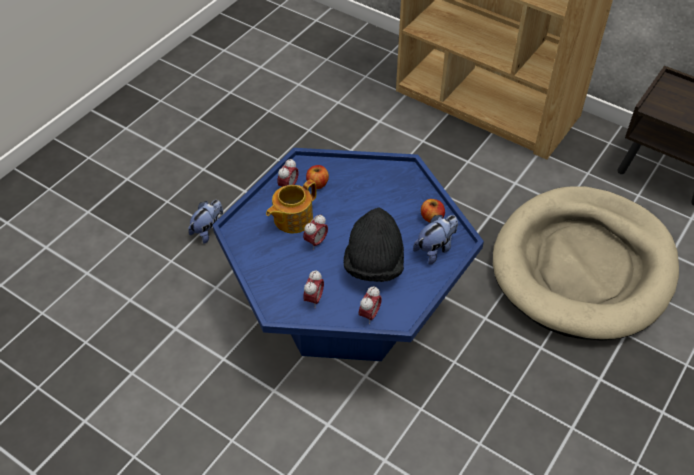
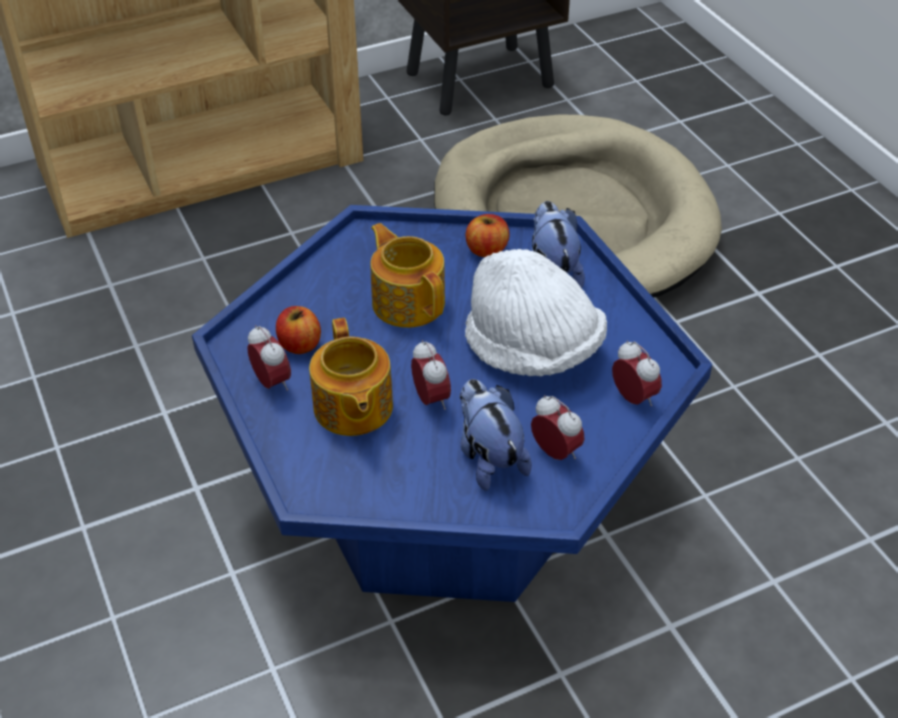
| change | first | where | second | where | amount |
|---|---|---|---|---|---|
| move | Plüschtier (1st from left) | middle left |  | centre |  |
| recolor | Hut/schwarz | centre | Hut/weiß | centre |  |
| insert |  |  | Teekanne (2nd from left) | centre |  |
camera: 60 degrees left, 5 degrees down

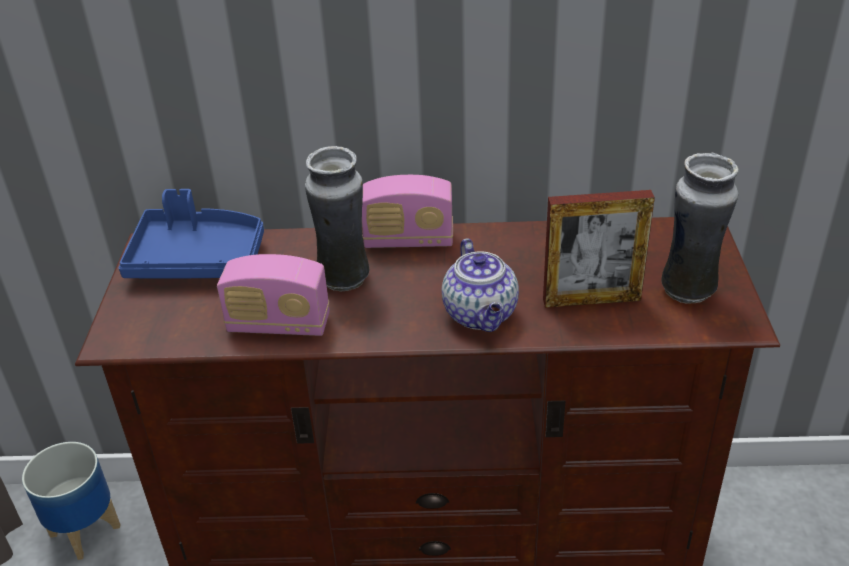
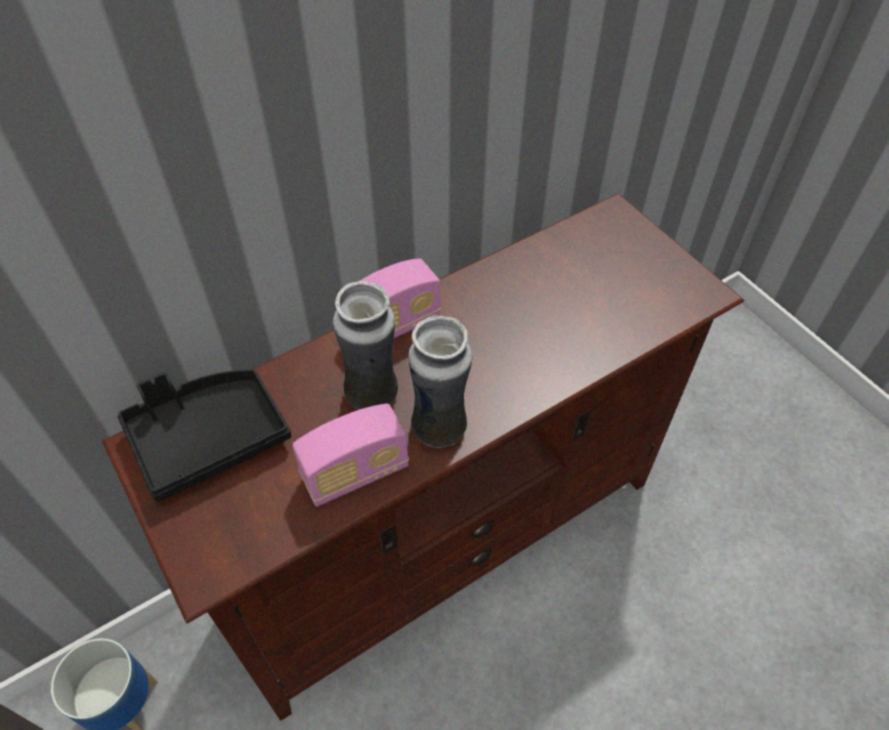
| change | first | where | second | where | amount |
|---|---|---|---|---|---|
| recolor | Tablett/blau | middle left | Tablett/schwarz | middle left |  |
| delete | Teekanne | centre |  |  |  |
| delete | Bilderrahmen | middle right |  |  |  |
| move | Vase (2nd from left) | middle right |  | centre |  |
camera: 35 degrees left, 15 degrees up

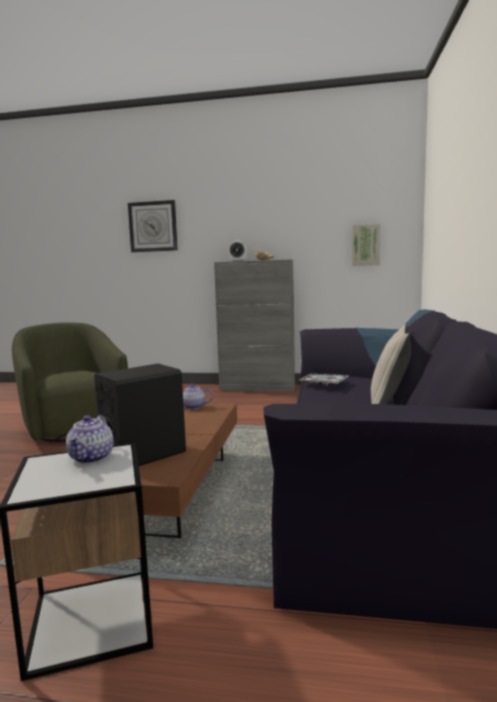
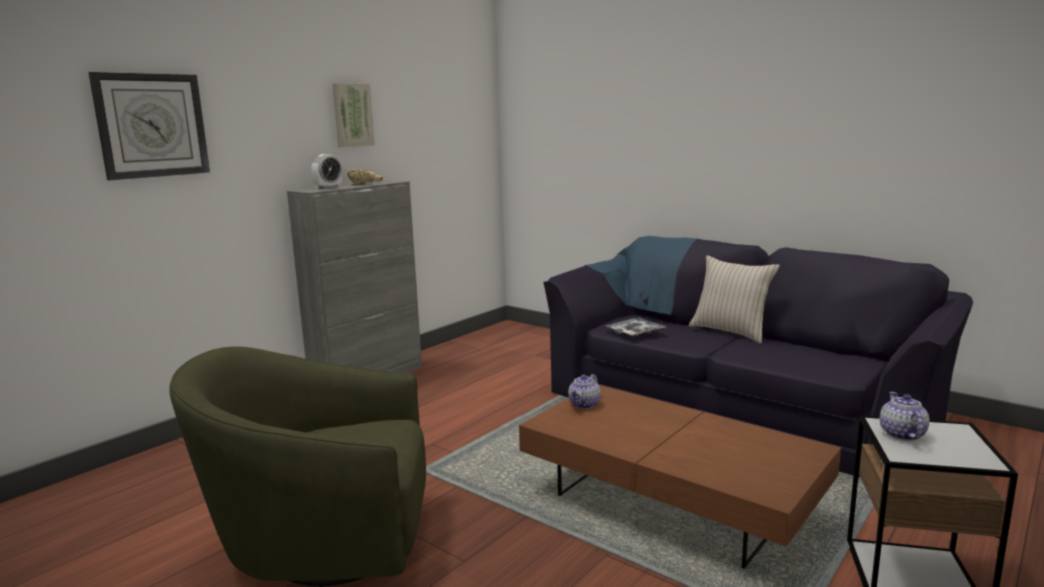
| change | first | where | second | where | amount |
|---|---|---|---|---|---|
| rotate | Teekanne (1st from left in the first image) | middle left | Teekanne (2nd from left) | bottom right | 120 degrees counterclockwise |
| delete | Lautsprecher/schwarz | middle left |  |  |  |
| move | Bild | middle right |  | top centre |  |
camera: 60 degrees left, 5 degrees up

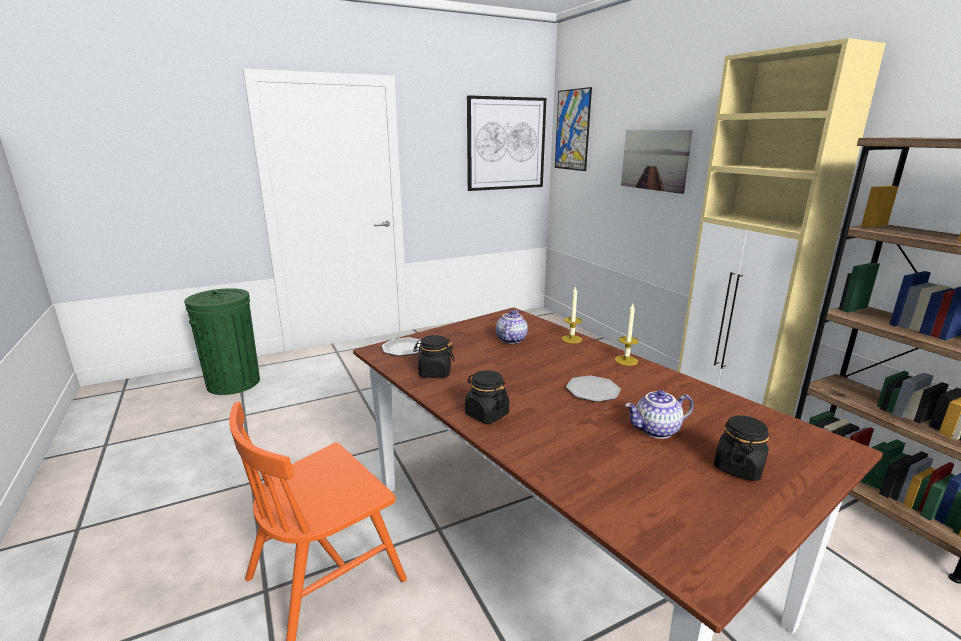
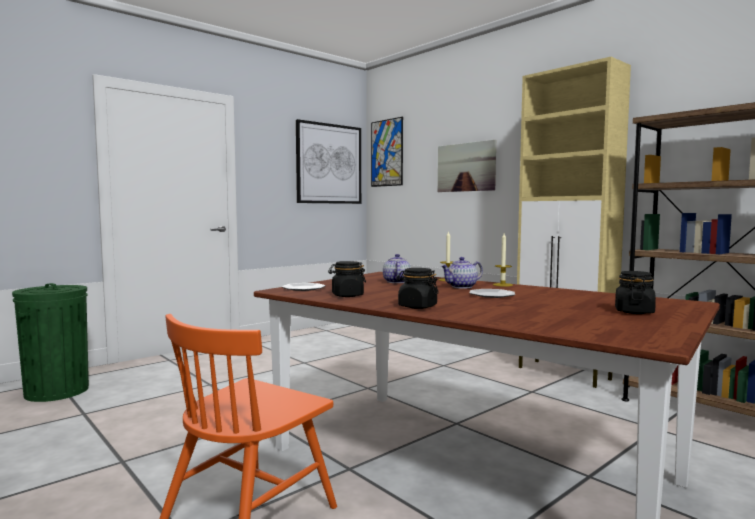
| change | first | where | second | where | amount |
|---|---|---|---|---|---|
| move | Teekanne (2nd from left) | middle right |  | centre |  |
camera: 15 degrees left, 15 degrees down

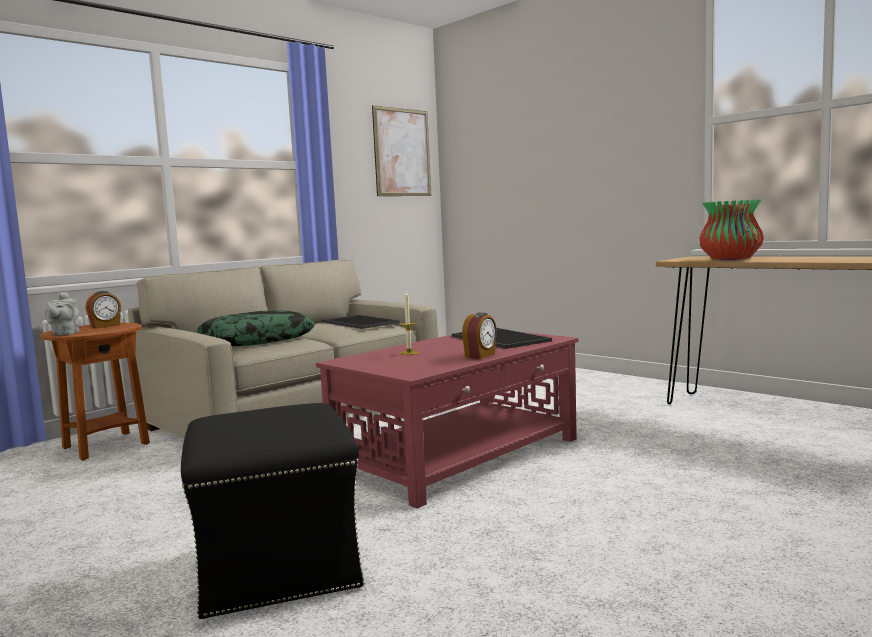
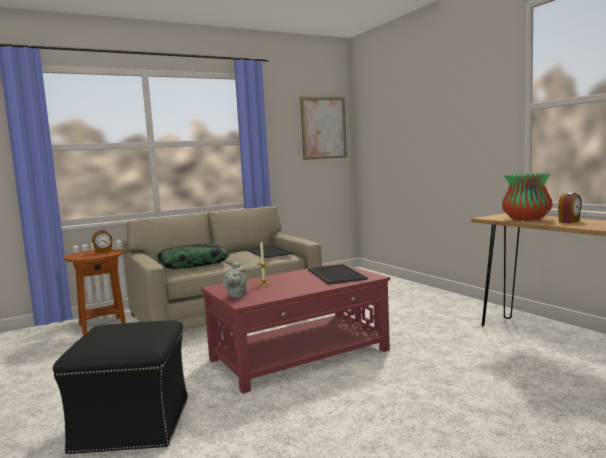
| change | first | where | second | where | amount |
|---|---|---|---|---|---|
| move | Teekanne/grau | middle left |  | centre |  |
| move | Wecker (2nd from left) | centre |  | middle right |  |
camera: 15 degrees right, 0 degrees up

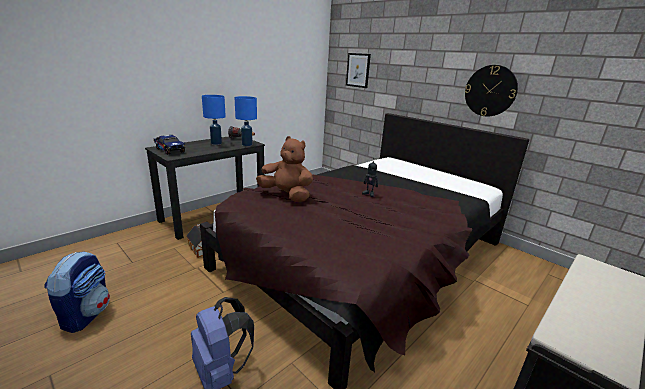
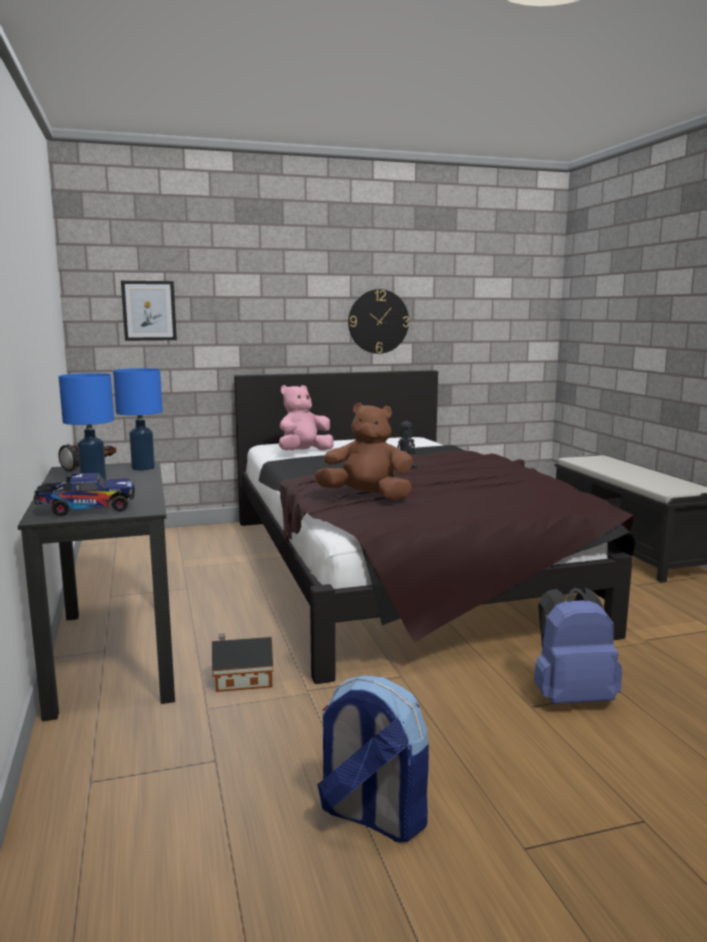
| change | first | where | second | where | amount |
|---|---|---|---|---|---|
| rotate | Plüschtier/braun | centre |  | centre | 45 degrees clockwise |
| insert |  |  | Plüschtier/rosa | centre |  |
camera: 60 degrees left, 10 degrees down

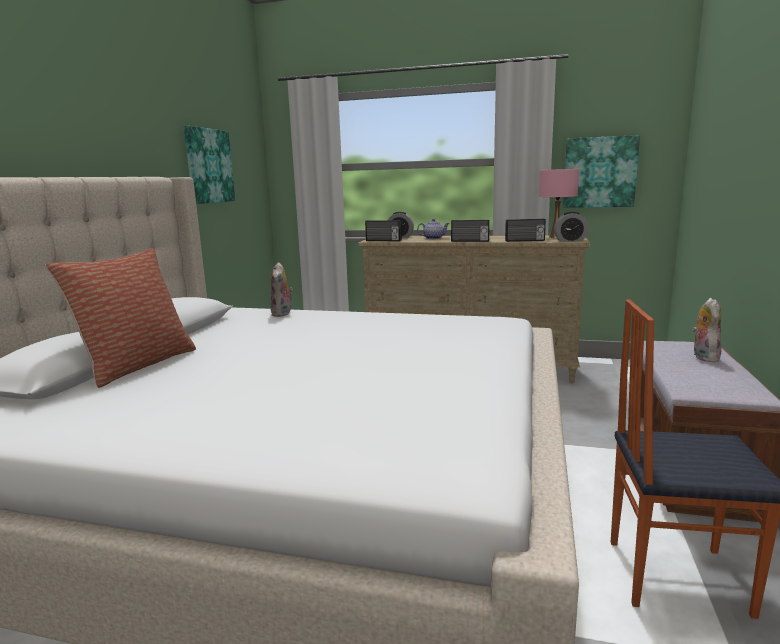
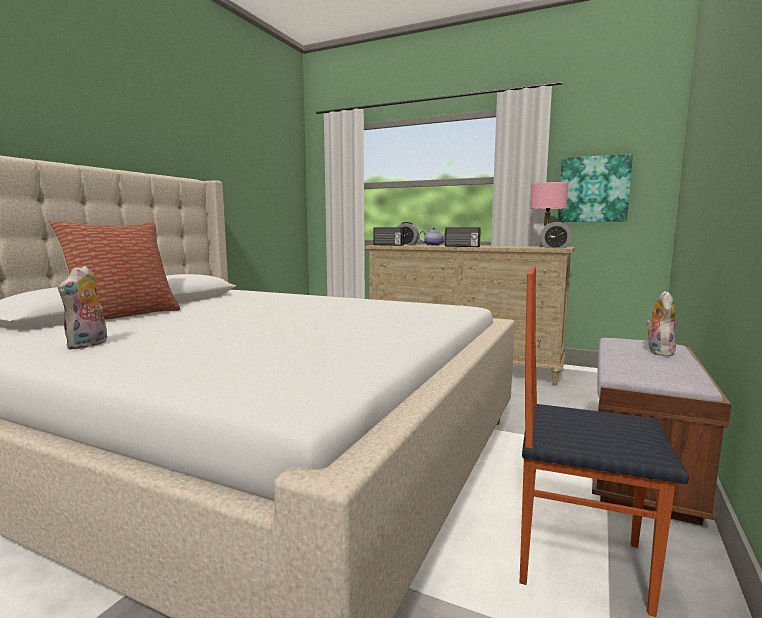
| change | first | where | second | where | amount |
|---|---|---|---|---|---|
| delete | Bild (1st from left) | top left |  |  |  |
| move | Plüschtier (1st from left) | centre |  | middle left |  |
| delete | Radio (3rd from left) | middle right |  |  |  |
camera: 10 degrees right, 5 degrees down

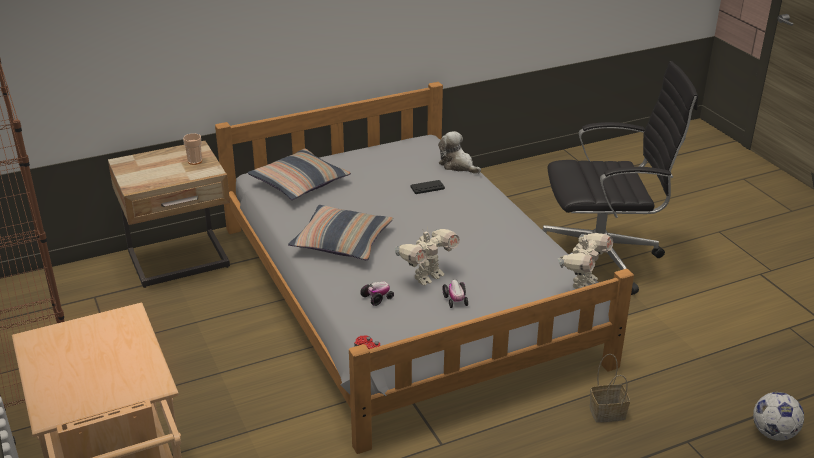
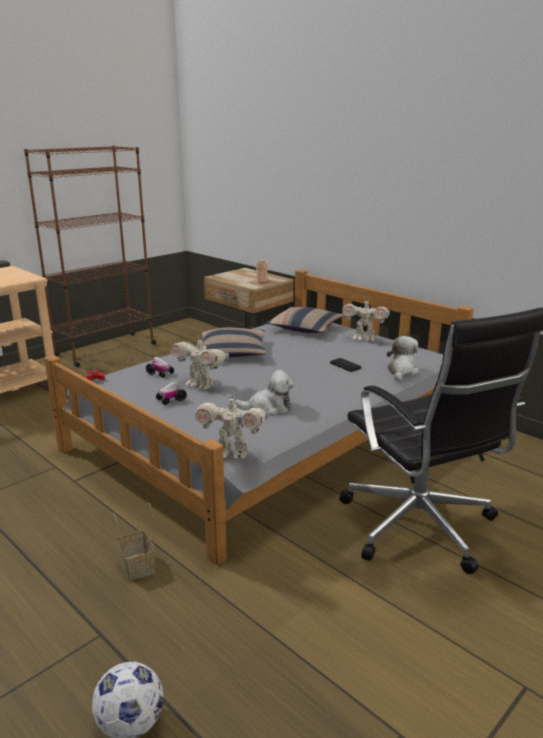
| change | first | where | second | where | amount |
|---|---|---|---|---|---|
| insert |  |  | Plüschtier (1st from left) | centre |  |
| insert |  |  | Spielzeugroboter (3rd from left) | middle right |  |
camera: 70 degrees right, 10 degrees down

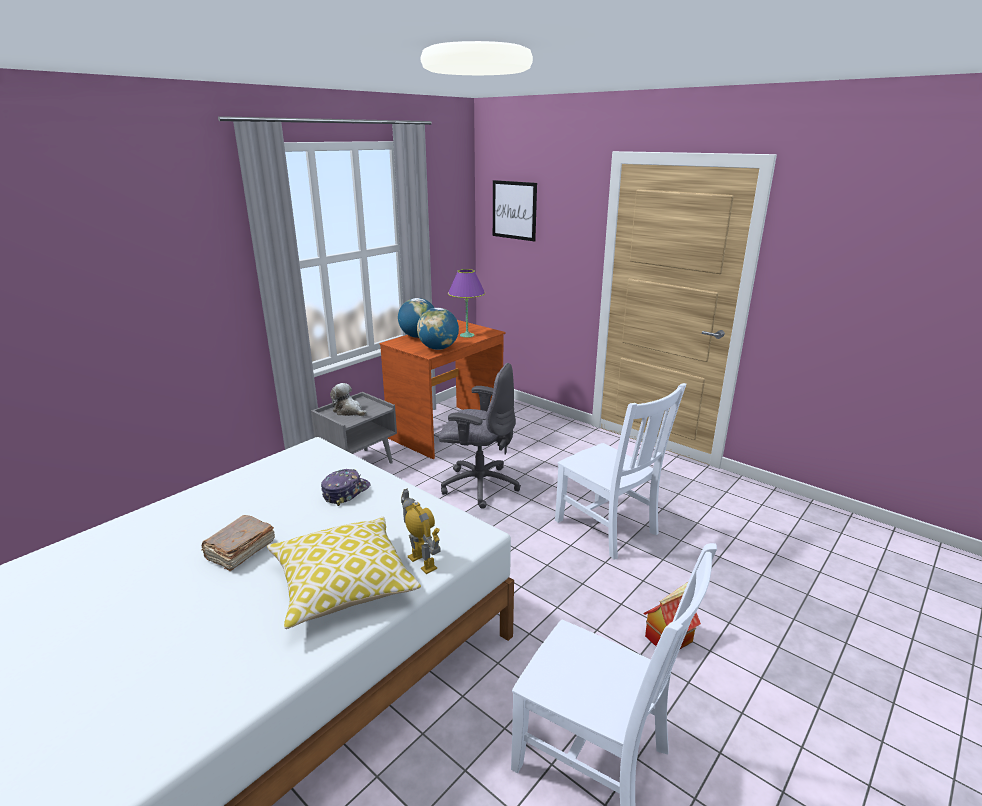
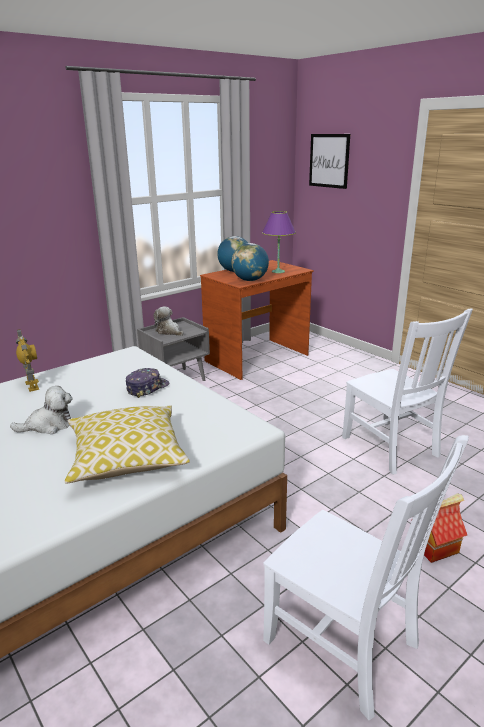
| change | first | where | second | where | amount |
|---|---|---|---|---|---|
| replace | Buch/braun | bottom left | Plüschtier (1st from left) | middle left |  |
| move | Spielzeugroboter | centre |  | middle left |  |
| delete | Bürostuhl/grau | centre |  |  |  |
camera: 10 degrees right, 0 degrees up

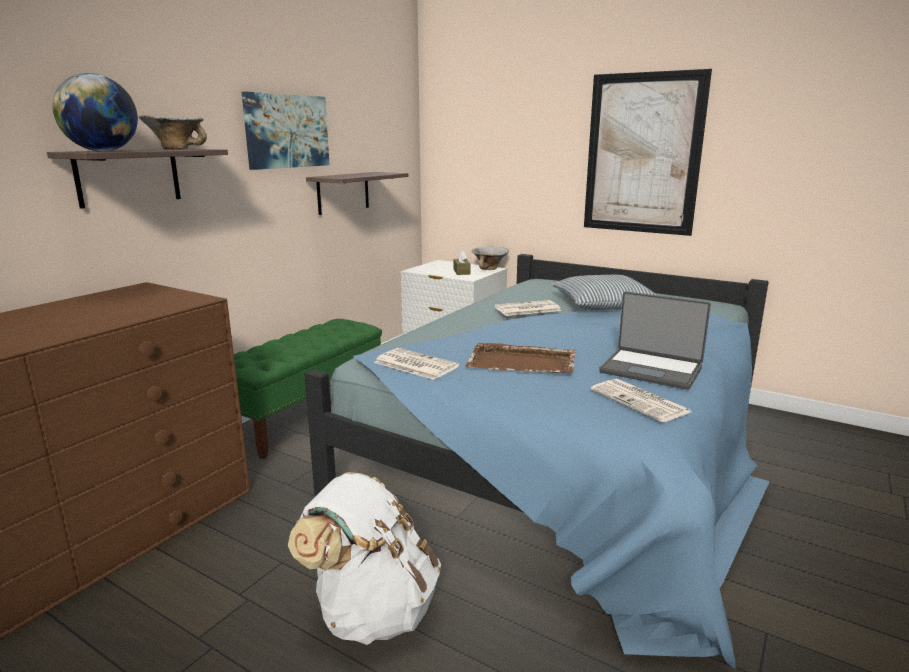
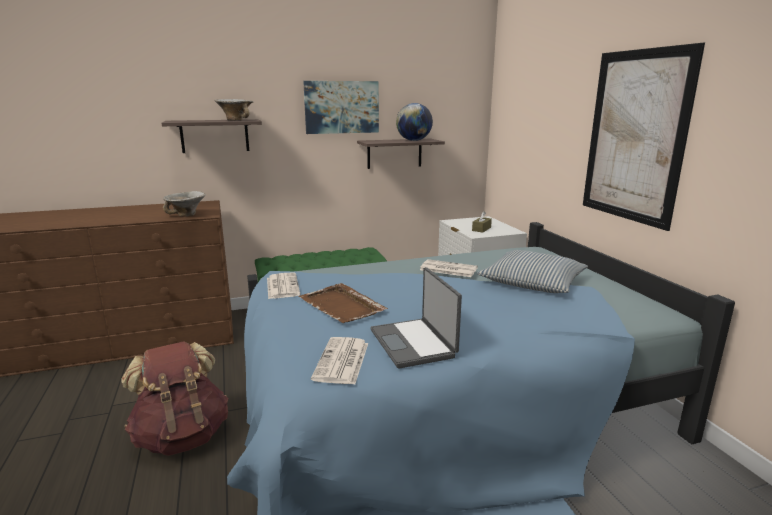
| change | first | where | second | where | amount |
|---|---|---|---|---|---|
| move | Globus | top left |  | top centre |  |
| recolor | Rucksack/weiß | bottom centre | Rucksack/braun | bottom left |  |
| move | Schüssel (2nd from left in the first image) | centre | Schüssel (1st from left) | middle left |  |
camera: 40 degrees right, 0 degrees up

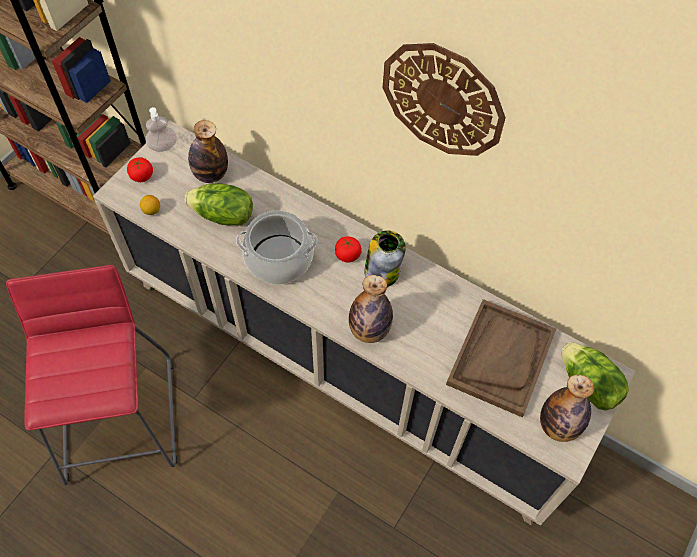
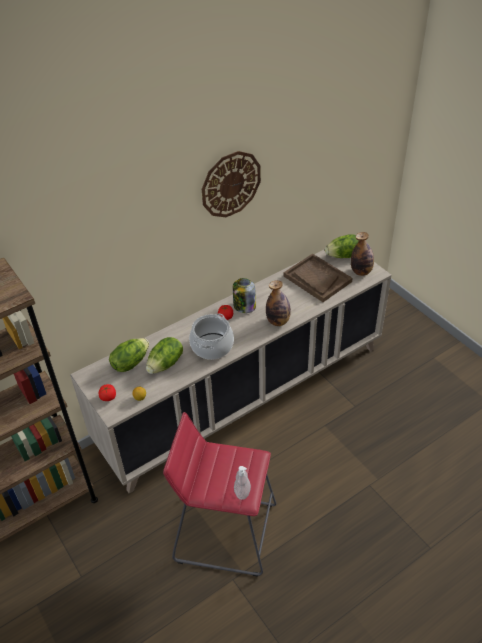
| change | first | where | second | where | amount |
|---|---|---|---|---|---|
| move | Seifenspender | top left |  | bottom centre |  |
| replace | Flasche (1st from left) | top left | Salatkopf (1st from left) | middle left |  |
camera: 65 degrees left, 15 degrees down

